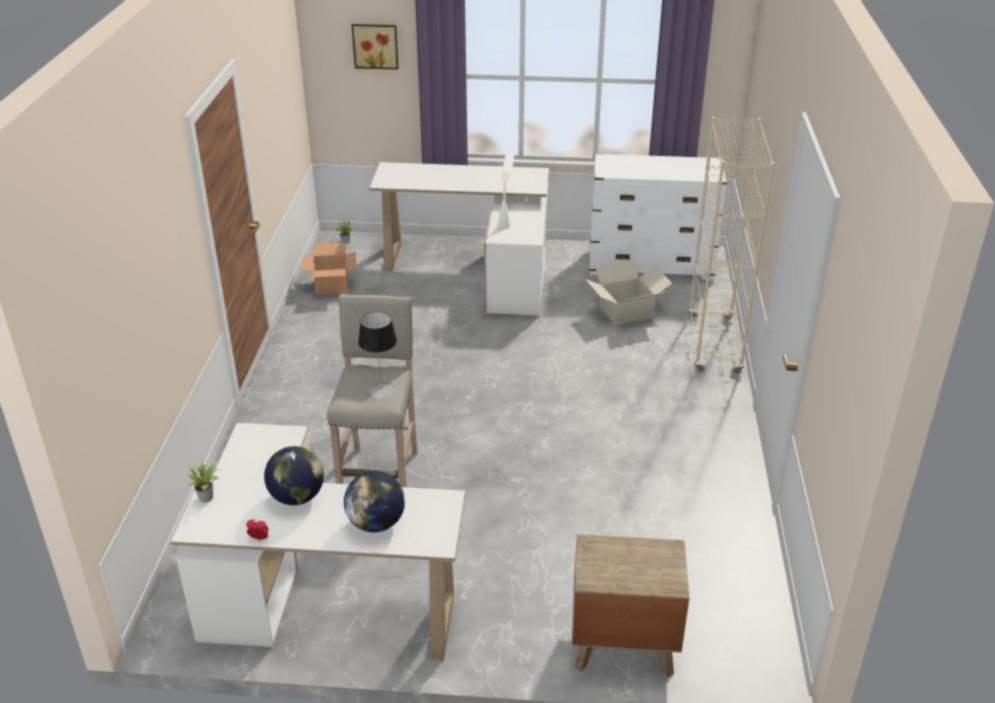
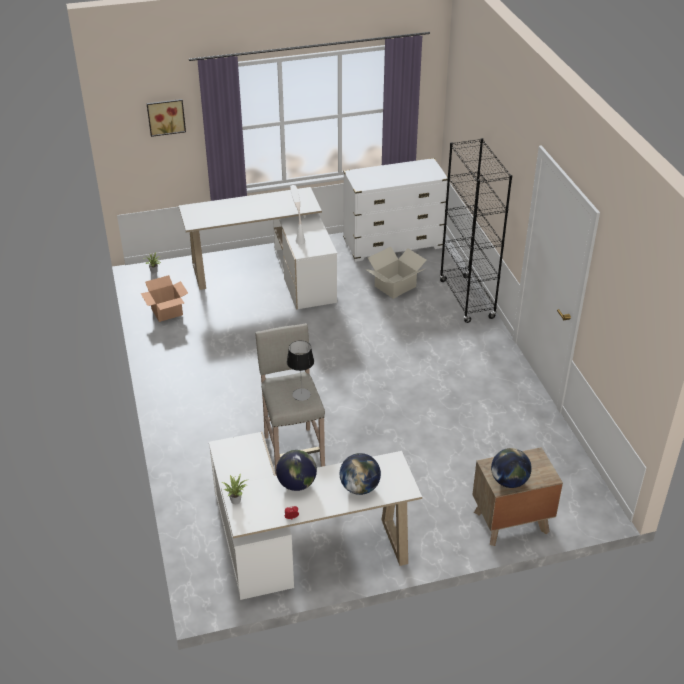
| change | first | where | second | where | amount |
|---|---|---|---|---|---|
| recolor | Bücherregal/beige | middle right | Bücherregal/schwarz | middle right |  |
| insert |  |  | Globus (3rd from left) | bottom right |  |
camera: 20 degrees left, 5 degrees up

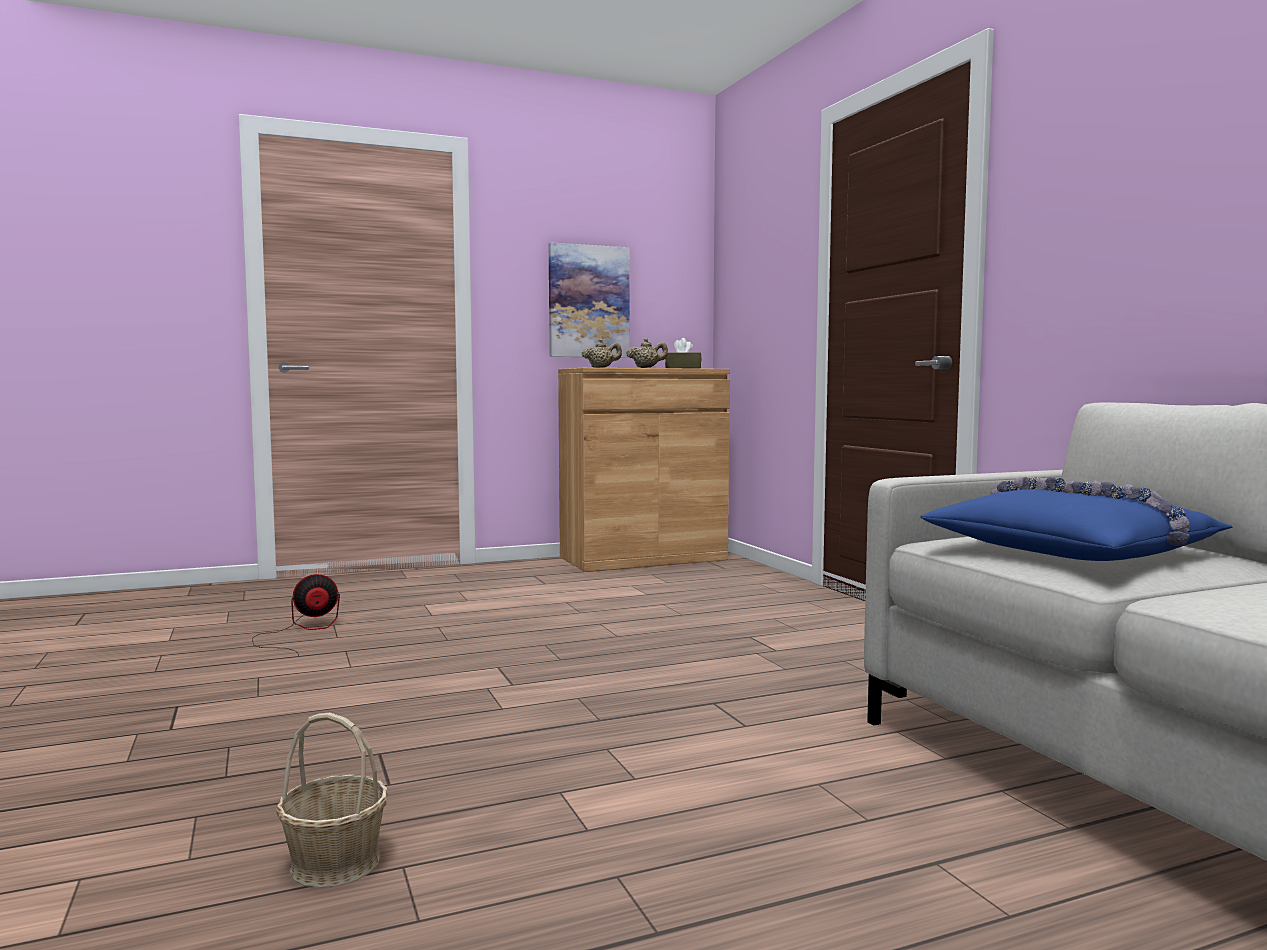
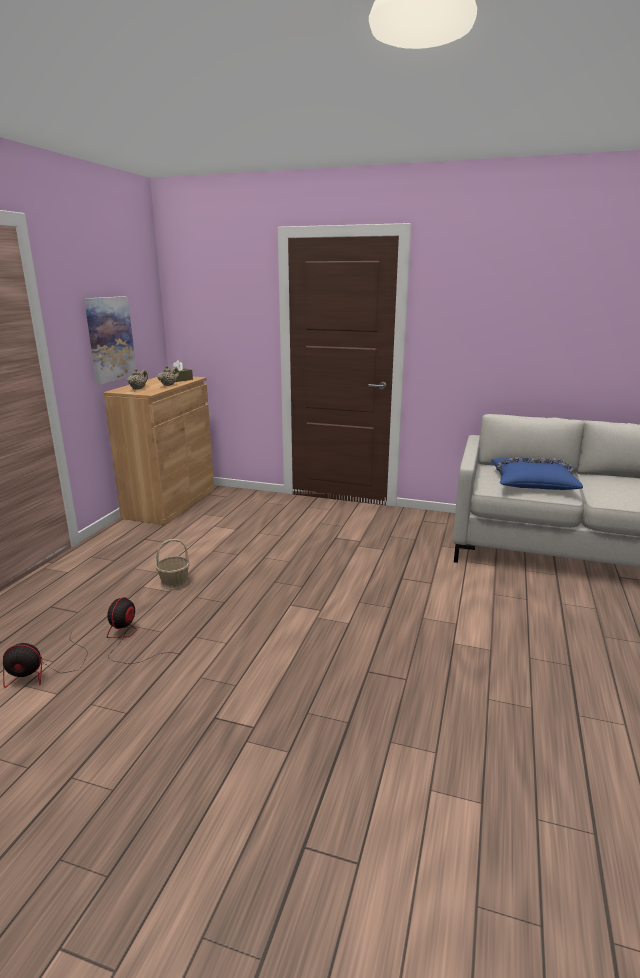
| change | first | where | second | where | amount |
|---|---|---|---|---|---|
| move | Korb | bottom left |  | middle left |  |
| insert |  |  | Ventilator (1st from left) | bottom left |  |
camera: 50 degrees left, 15 degrees up

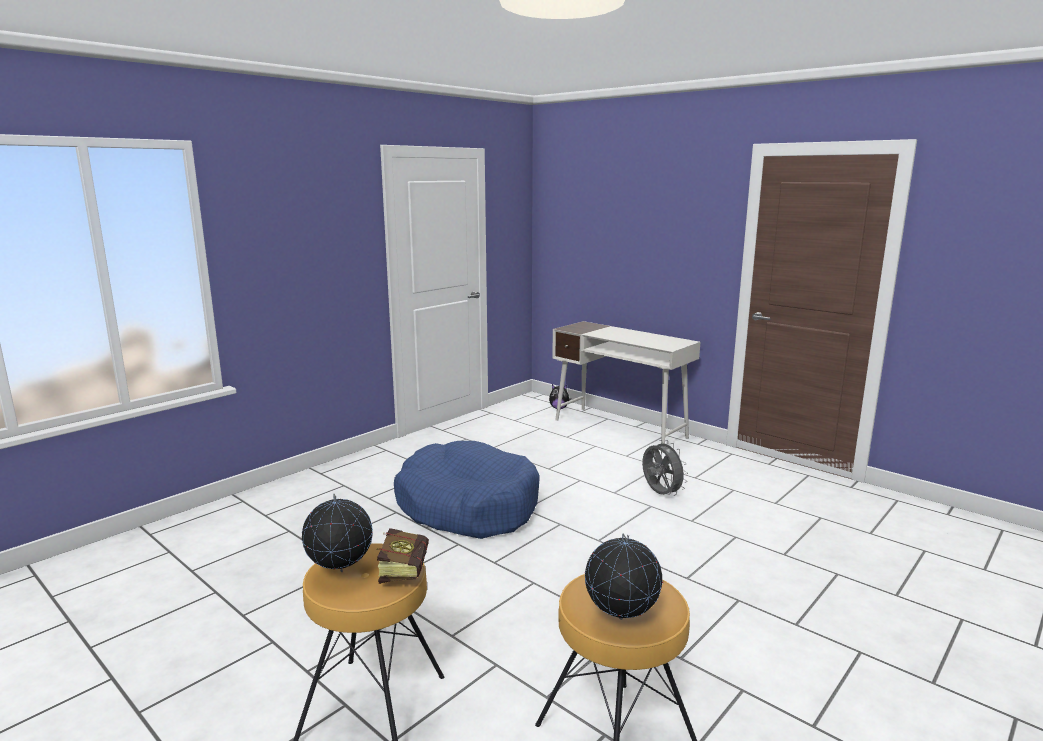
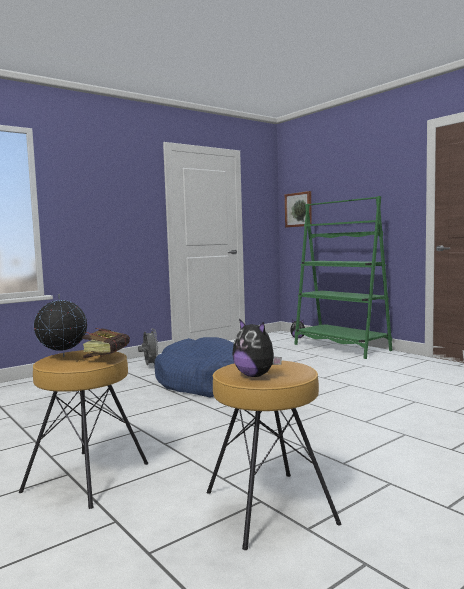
| change | first | where | second | where | amount |
|---|---|---|---|---|---|
| replace | Schreibtisch/weiß | centre | Bücherregal/grün | middle right |  |
| replace | Globus (2nd from left) | bottom centre | Plüschtier (1st from left) | centre |  |
| move | Ventilator/grau | centre |  | middle left |  |
| insert |  |  | Bild | centre |  |
camera: 10 degrees right, 10 degrees down

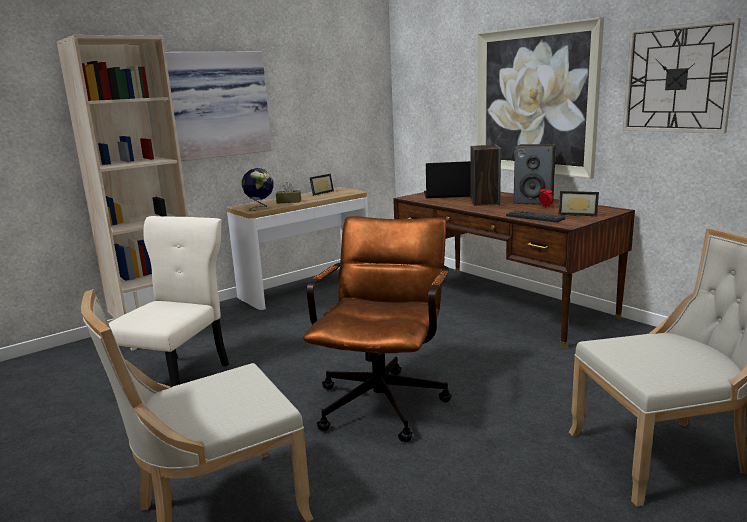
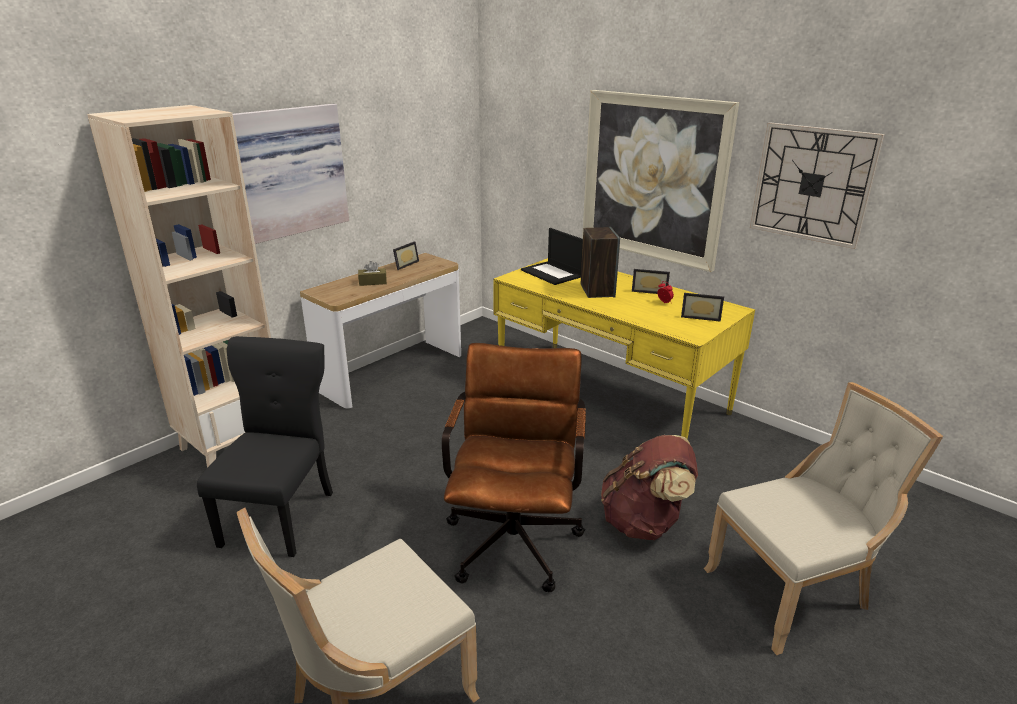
| change | first | where | second | where | amount |
|---|---|---|---|---|---|
| recolor | Stuhl/beige (1st from left) | middle left | Stuhl/schwarz | middle left |  |
| delete | Globus | centre |  |  |  |
| recolor | Schreibtisch/braun | middle right | Schreibtisch/gelb | centre |  |
| rotate | Laptop | centre |  | centre | 120 degrees counterclockwise |
| delete | Tastatur | middle right |  |  |  |
| replace | Lautsprecher (2nd from left) | middle right | Bilderrahmen (2nd from left) | centre |  |
| insert |  |  | Rucksack/braun | bottom centre |  |
camera: 10 degrees left, 10 degrees up

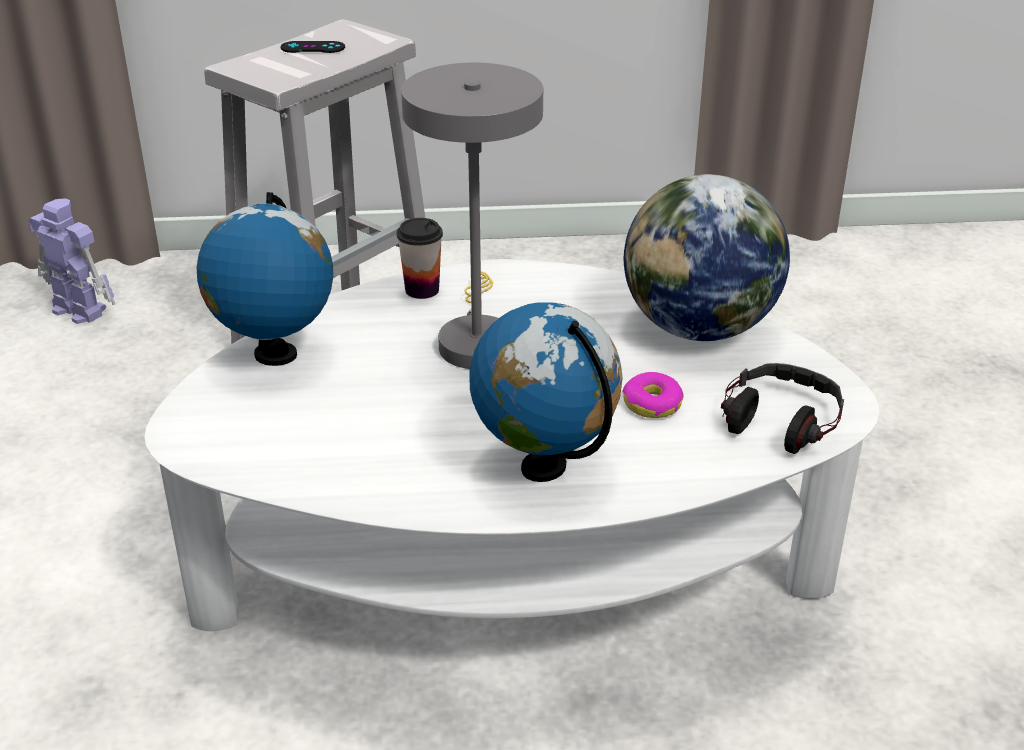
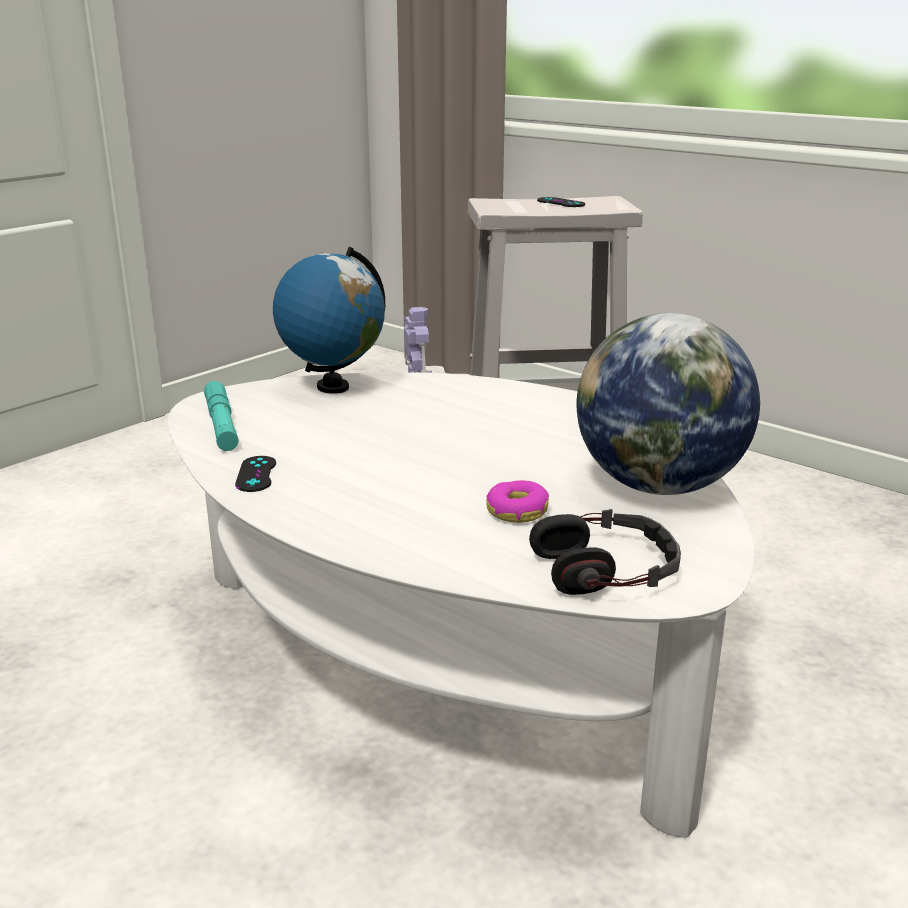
| change | first | where | second | where | amount |
|---|---|---|---|---|---|
| delete | Tasse | centre |  |  |  |
| delete | Tischlampe/grau | top centre |  |  |  |
| delete | Globus (2nd from left) | centre |  |  |  |
| insert |  |  | Taschenlampe/türkis | middle left |  |
| insert |  |  | Gamepad/schwarz (1st from left) | middle left |  |
camera: 45 degrees right, 10 degrees down

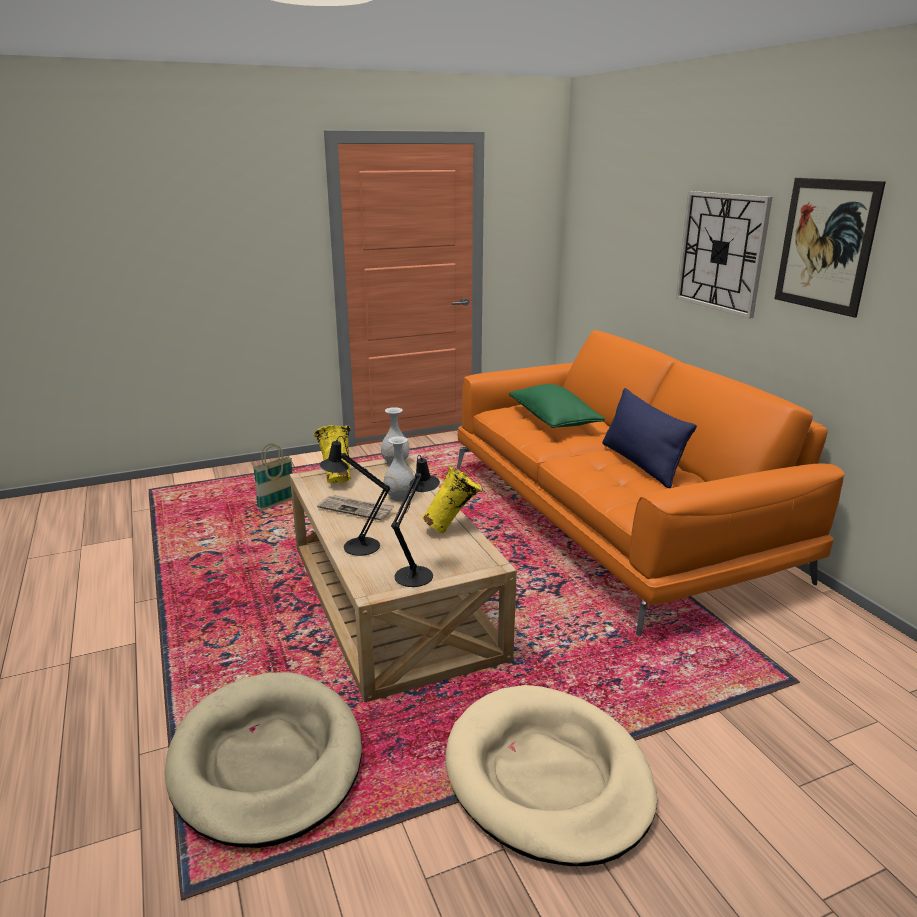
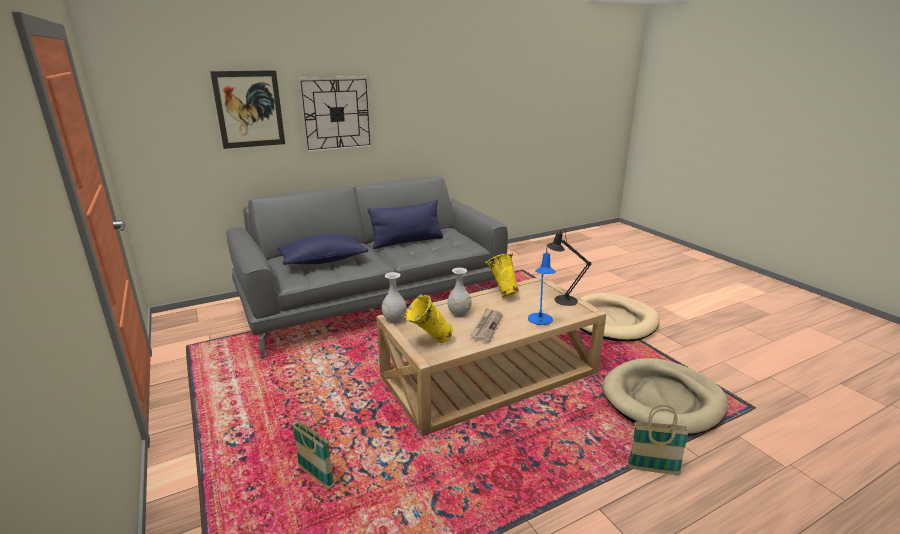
| change | first | where | second | where | amount |
|---|---|---|---|---|---|
| recolor | Tischlampe/schwarz (1st from left) | centre | Tischlampe/blau | centre |  |
| recolor | Sofa/orange | middle right | Sofa/grau | centre |  |
| recolor | Kissen/grün | centre | Kissen/blau (1st from left) | centre |  |
| move | Bild | top right |  | top left |  |
| insert |  |  | Korb (2nd from left) | bottom right |  |
camera: 95 degrees left, 0 degrees up

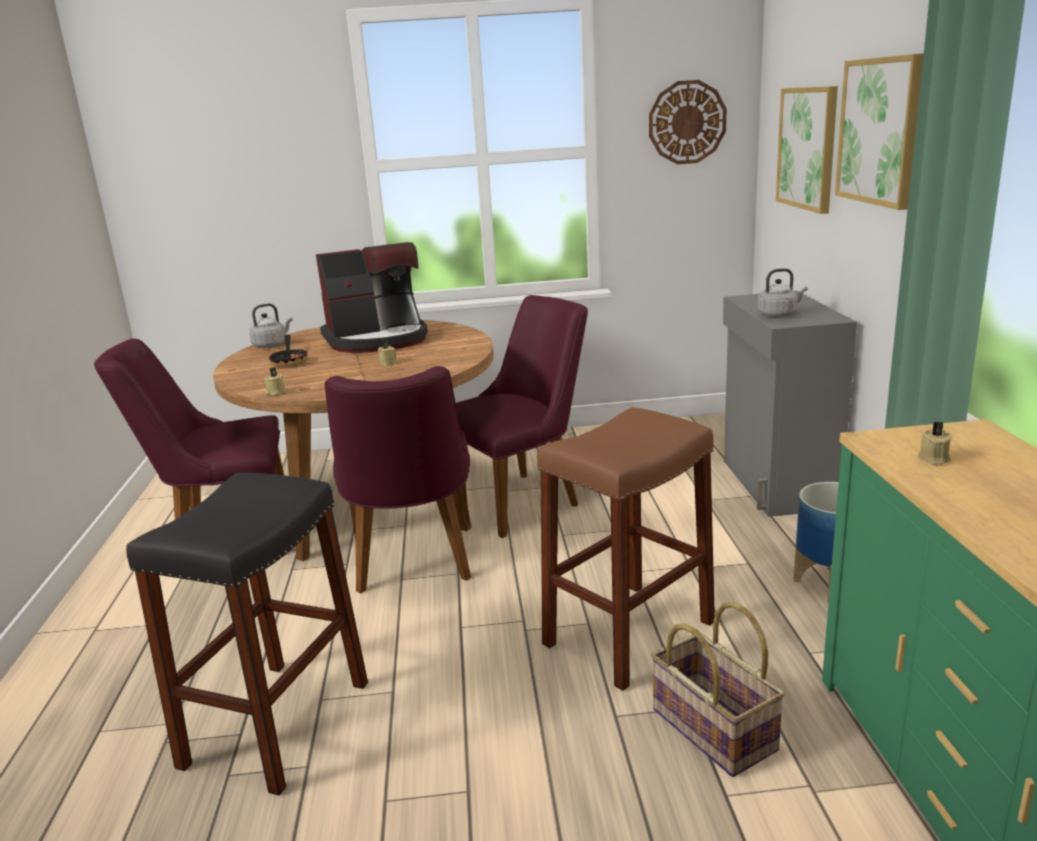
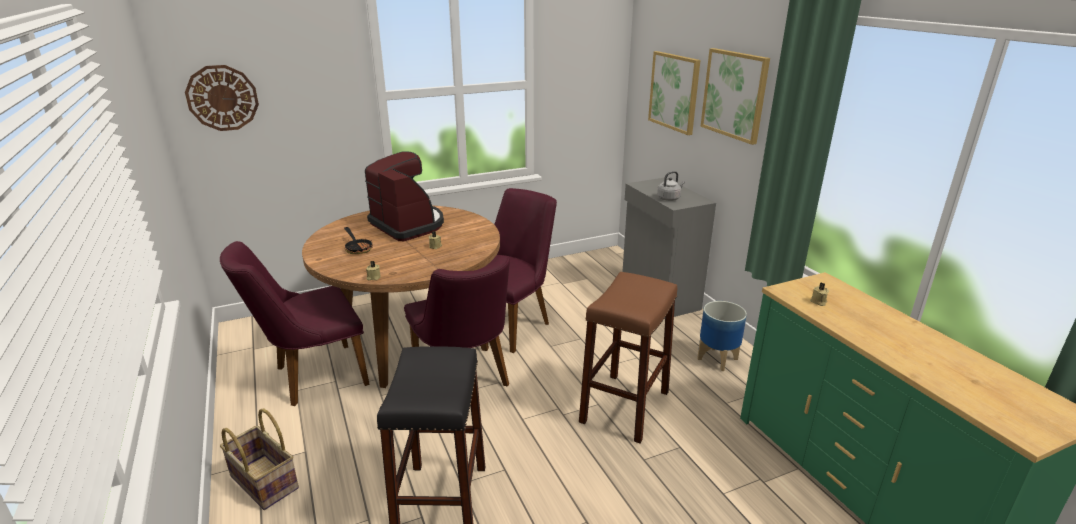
| change | first | where | second | where | amount |
|---|---|---|---|---|---|
| delete | Wasserkessel/grau (1st from left) | middle left |  |  |  |
| rotate | Kaffeemaschine | centre |  | centre | 90 degrees counterclockwise |
| move | Wanduhr | top centre |  | top left |  |
| move | Korb | bottom right |  | bottom left |  |
camera: 20 degrees left, 5 degrees up

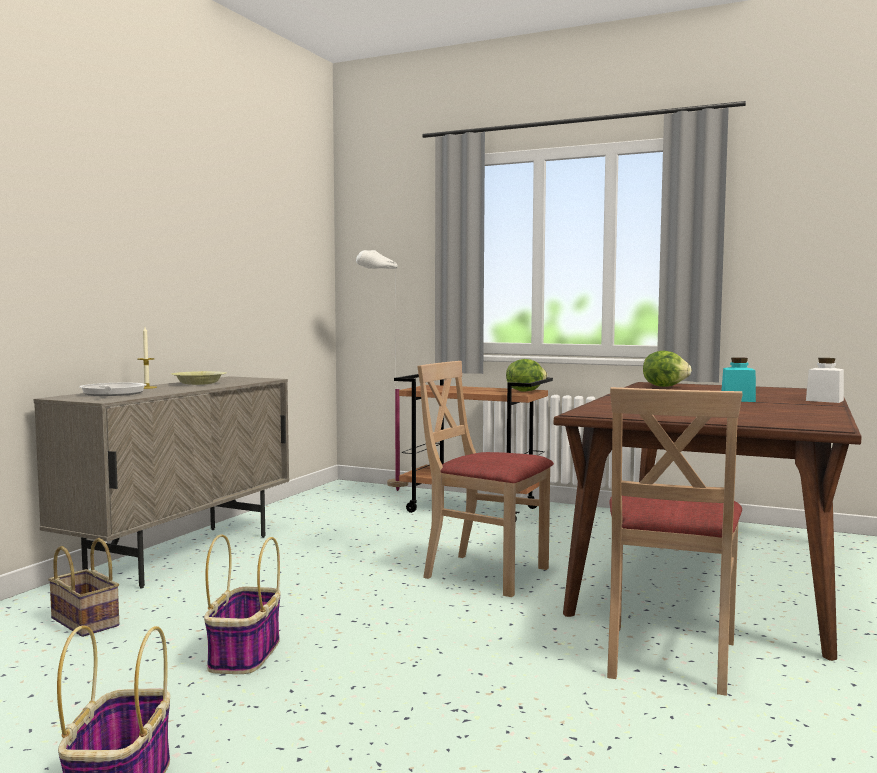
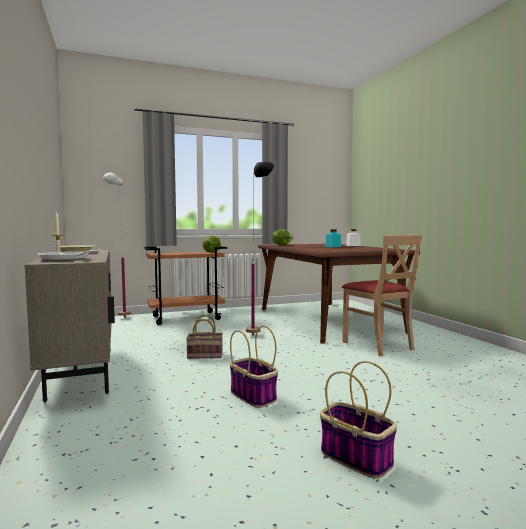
| change | first | where | second | where | amount |
|---|---|---|---|---|---|
| move | Korb (1st from left) | bottom left |  | centre |  |
| replace | Stuhl/beige (1st from left) | centre | Stehlampe/schwarz | centre |  |
camera: 45 degrees left, 0 degrees up

